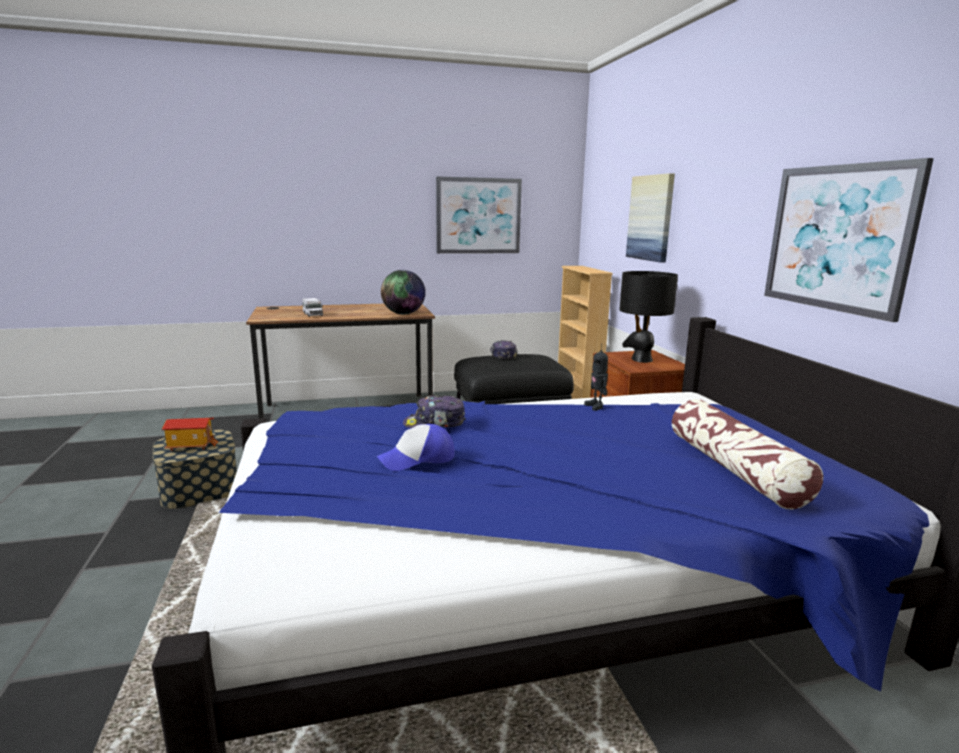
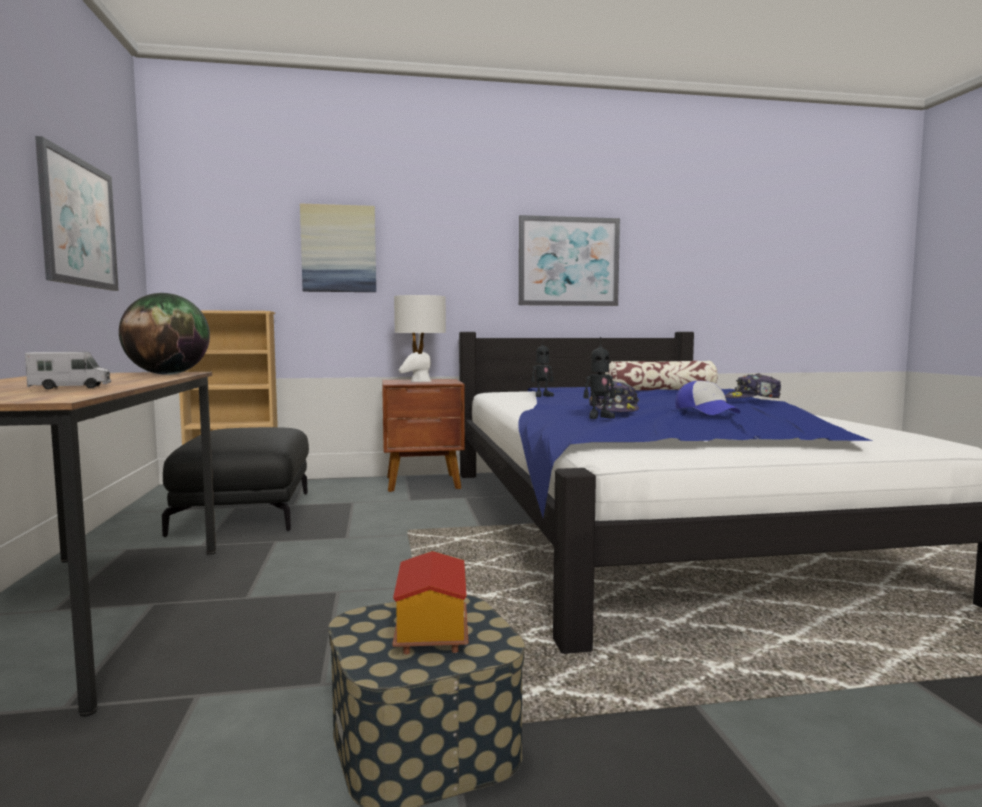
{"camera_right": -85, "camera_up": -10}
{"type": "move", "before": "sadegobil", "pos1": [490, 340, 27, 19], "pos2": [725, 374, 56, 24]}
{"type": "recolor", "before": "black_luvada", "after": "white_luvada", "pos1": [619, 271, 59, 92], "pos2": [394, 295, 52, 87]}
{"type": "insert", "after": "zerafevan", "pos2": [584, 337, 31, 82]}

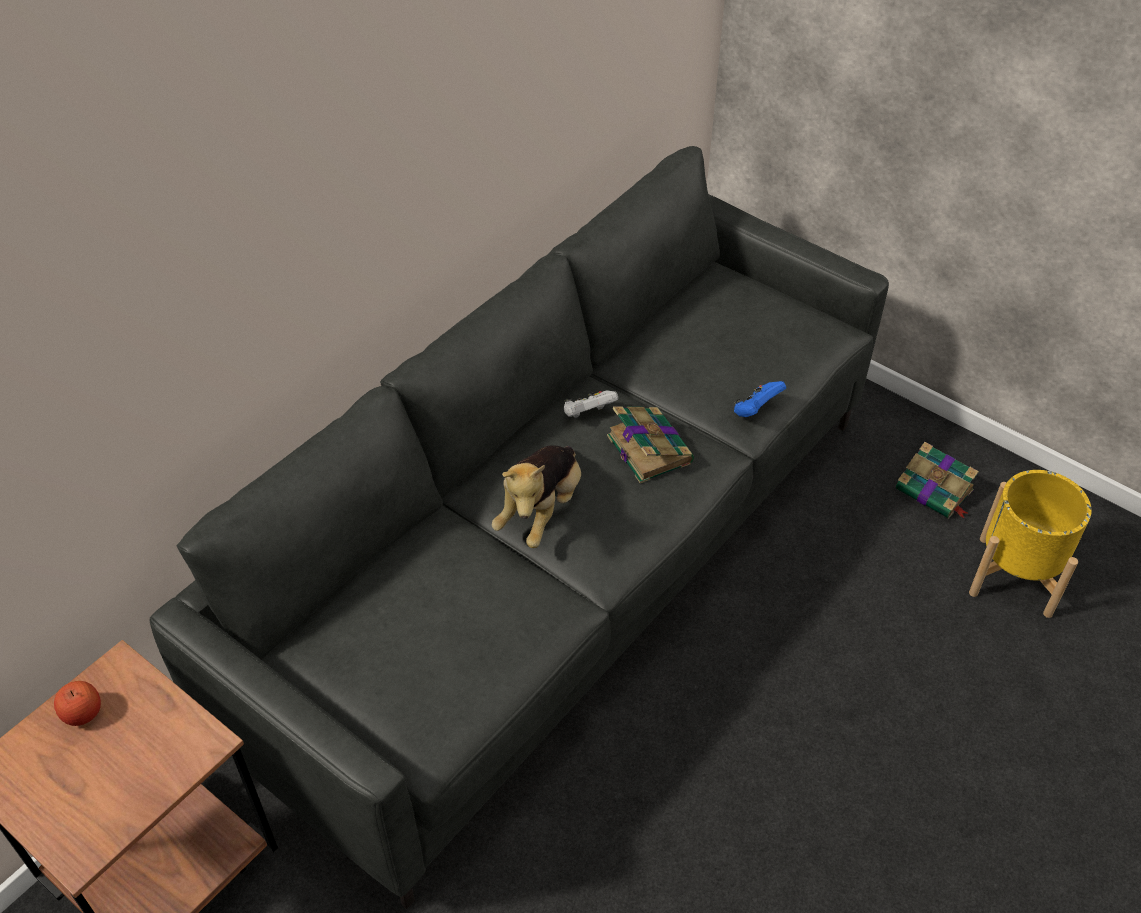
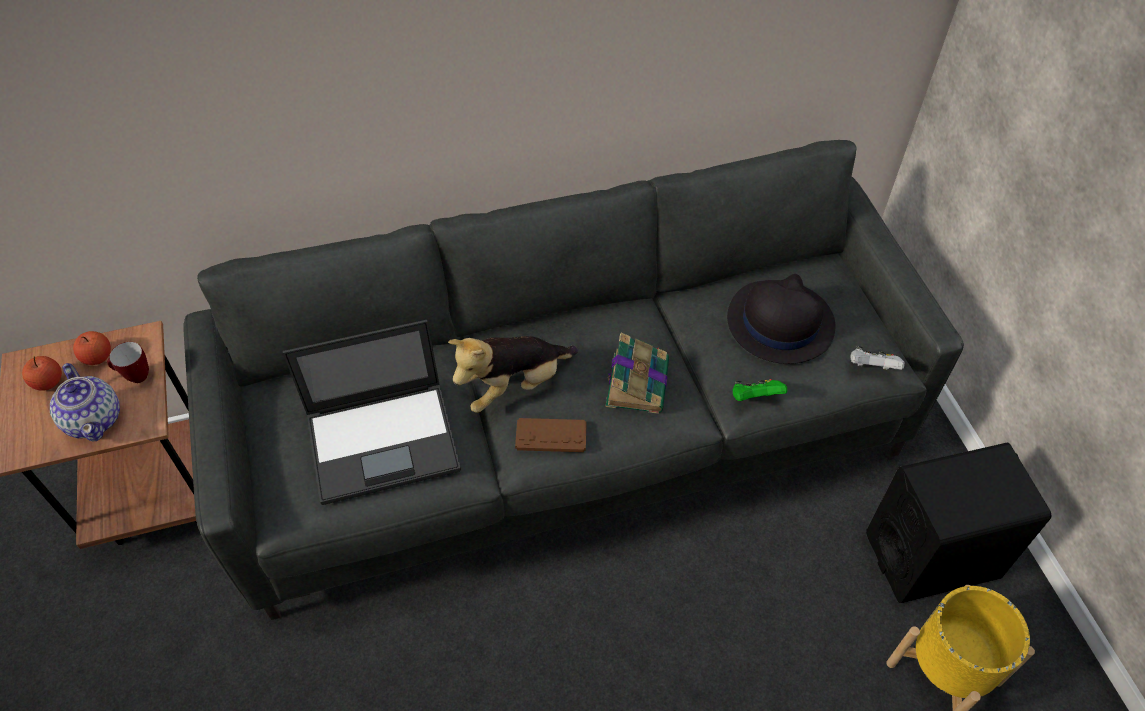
{"camera_right": 35, "camera_up": 5}
{"type": "move", "before": "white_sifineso", "pos1": [564, 390, 54, 28], "pos2": [850, 346, 55, 24]}
{"type": "recolor", "before": "blue_sifineso", "after": "green_sifineso", "pos1": [734, 381, 52, 36], "pos2": [732, 379, 55, 22]}
{"type": "replace", "before": "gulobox", "after": "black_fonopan", "pos1": [896, 442, 83, 76], "pos2": [866, 442, 185, 161]}
{"type": "insert", "after": "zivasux", "pos2": [22, 356, 40, 35]}
{"type": "insert", "after": "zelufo", "pos2": [50, 363, 70, 79]}
{"type": "insert", "after": "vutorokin", "pos2": [107, 342, 42, 41]}
{"type": "insert", "after": "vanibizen", "pos2": [283, 320, 178, 185]}
{"type": "insert", "after": "brown_sifineso", "pos2": [515, 418, 72, 34]}
{"type": "insert", "after": "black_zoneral", "pos2": [727, 274, 109, 90]}

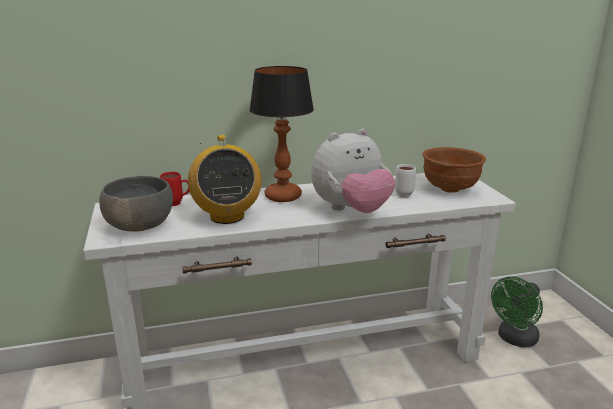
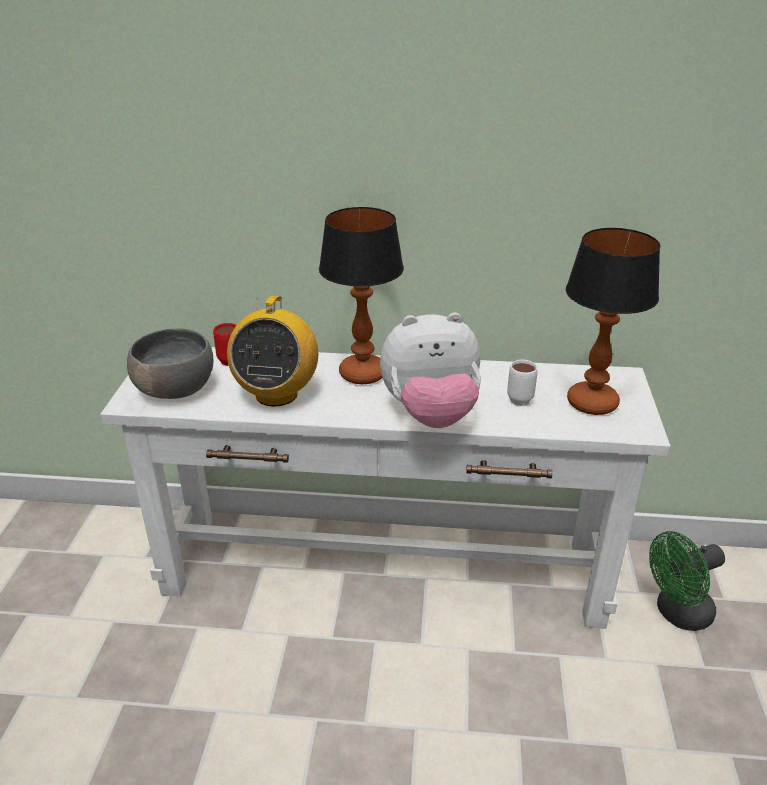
{"camera_right": 20, "camera_up": 10}
{"type": "replace", "before": "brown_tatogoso", "after": "luvada", "pos1": [423, 147, 63, 46], "pos2": [566, 228, 94, 187]}

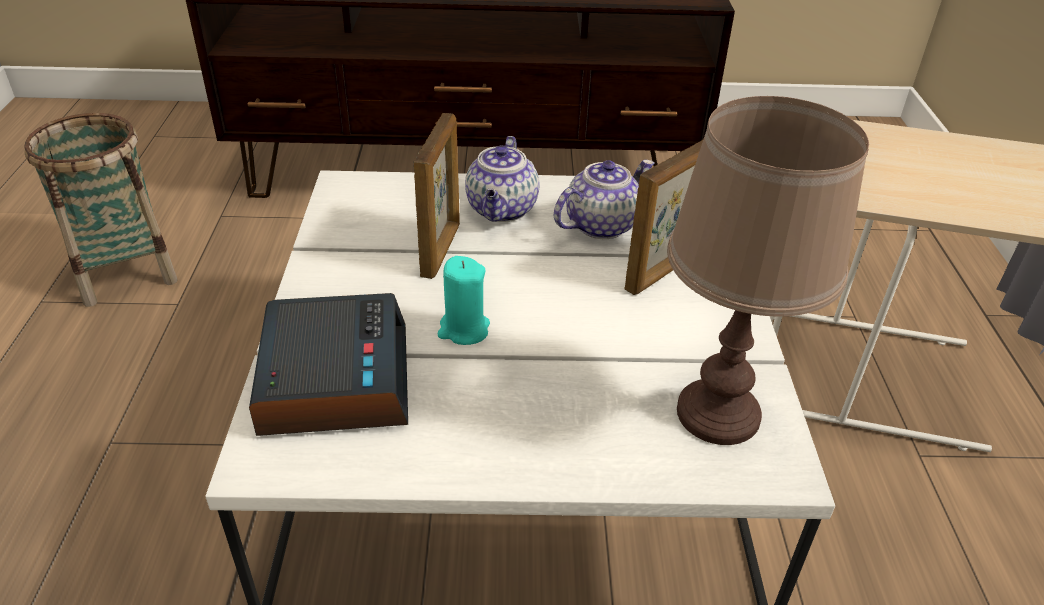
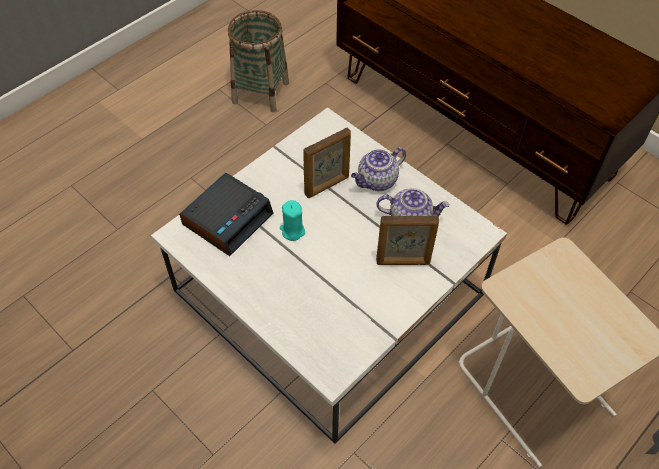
{"camera_right": 45, "camera_up": 15}
{"type": "delete", "before": "brown_luvada", "pos1": [667, 96, 202, 349]}

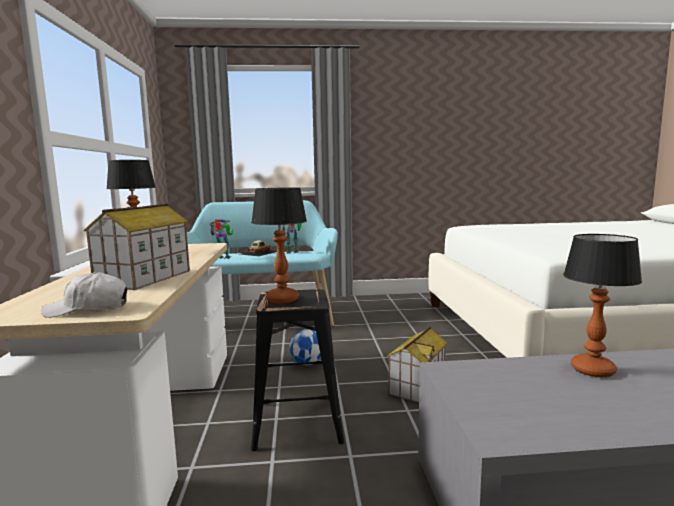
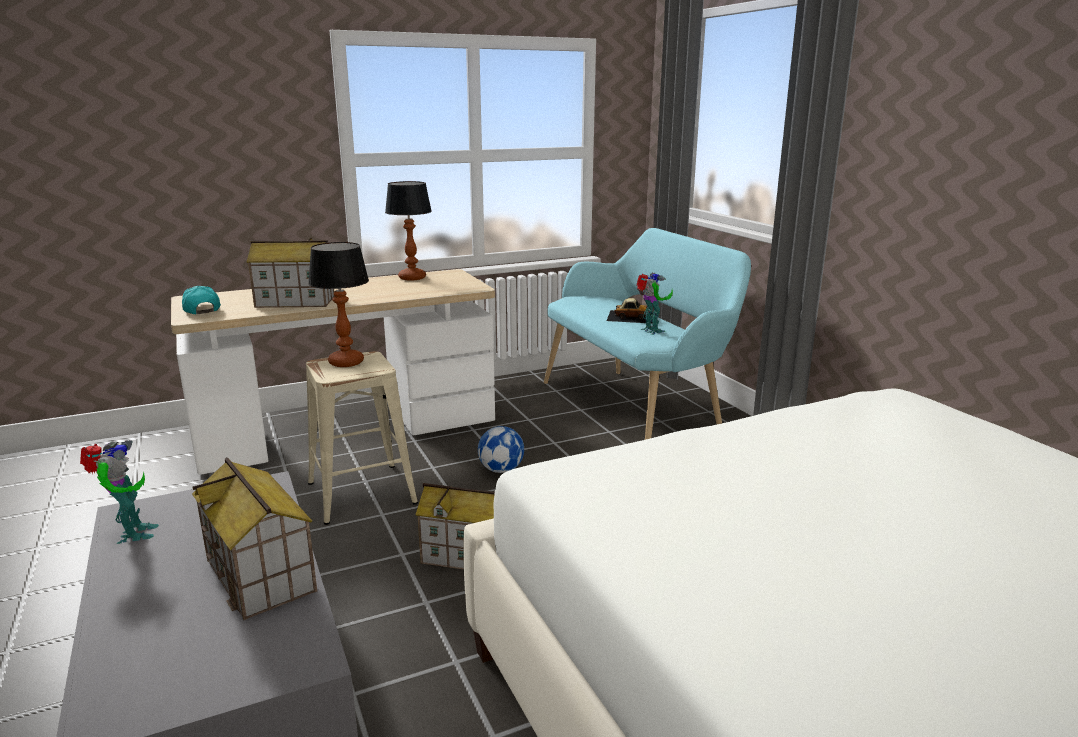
{"camera_right": 70, "camera_up": 10}
{"type": "recolor", "before": "white_sadegobil", "after": "turquoise_sadegobil", "pos1": [41, 271, 86, 47], "pos2": [182, 286, 39, 28]}
{"type": "move", "before": "zerafevan", "pos1": [209, 219, 24, 40], "pos2": [80, 440, 79, 104]}
{"type": "recolor", "before": "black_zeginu", "after": "beige_zeginu", "pos1": [251, 289, 93, 162], "pos2": [306, 351, 112, 174]}
{"type": "replace", "before": "luvada", "after": "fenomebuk", "pos1": [563, 234, 79, 143], "pos2": [192, 458, 125, 162]}

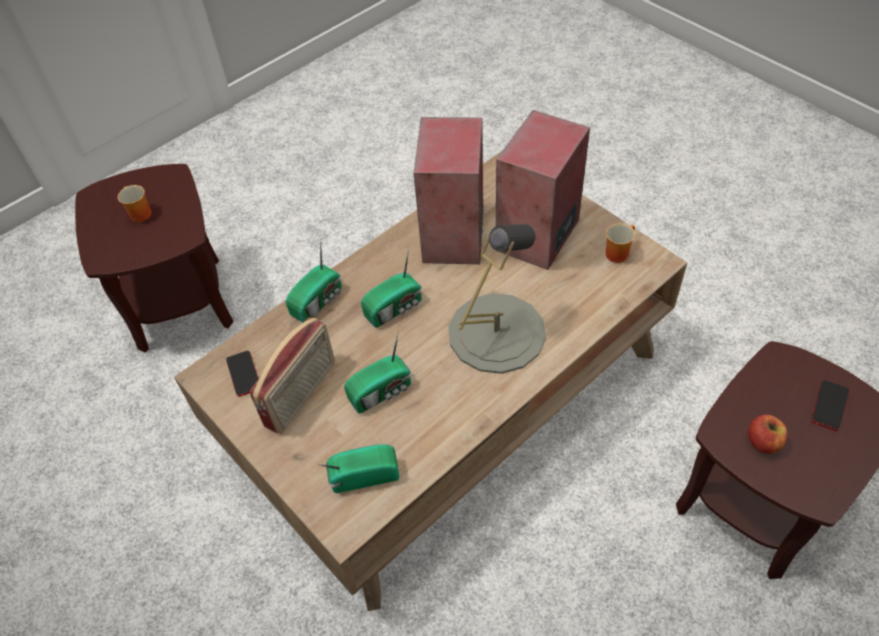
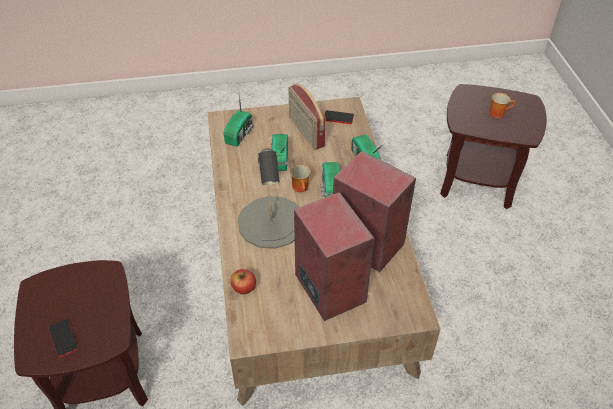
{"camera_right": 120, "camera_up": -5}
{"type": "move", "before": "vutorokin", "pos1": [606, 223, 29, 40], "pos2": [290, 165, 21, 27]}
{"type": "move", "before": "zivasux", "pos1": [748, 415, 40, 39], "pos2": [230, 269, 26, 25]}

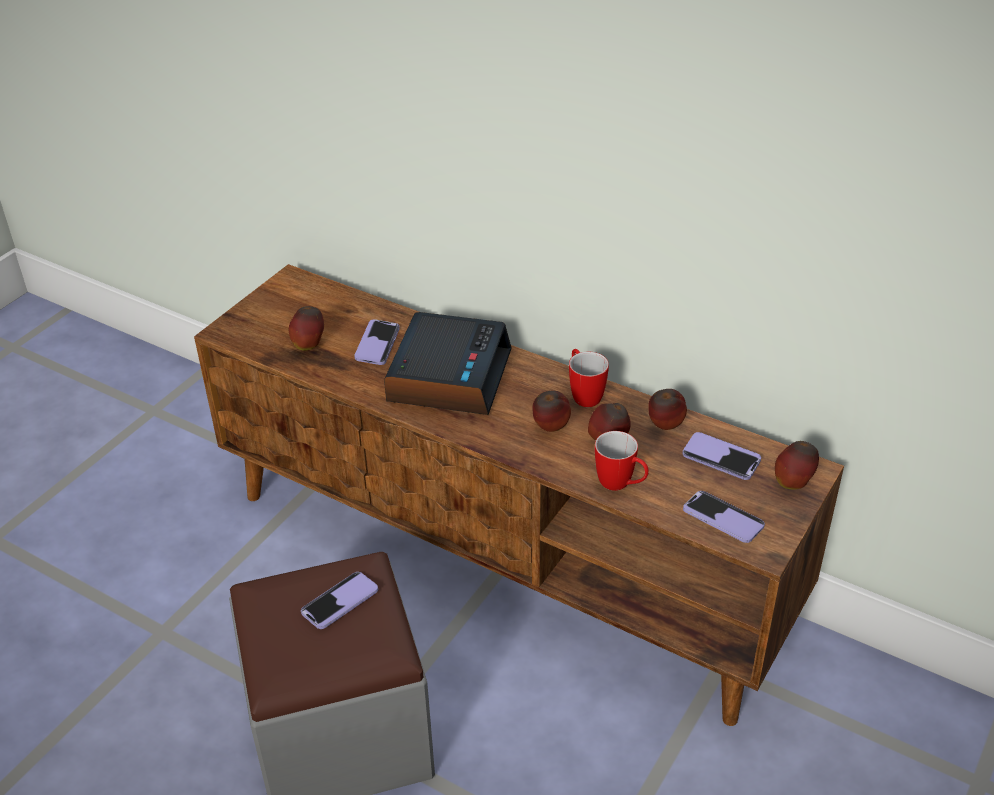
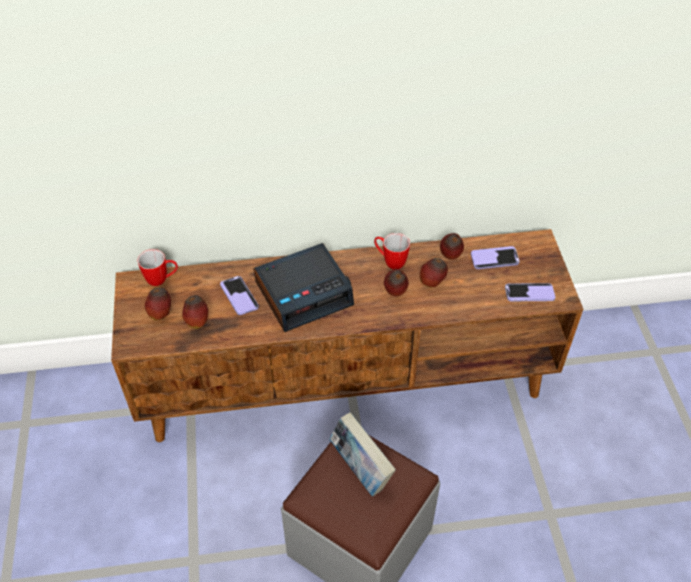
{"camera_right": -40, "camera_up": 10}
{"type": "replace", "before": "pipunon", "after": "gulobox", "pos1": [301, 572, 77, 57], "pos2": [329, 412, 67, 84]}
{"type": "rotate", "before": "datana", "pos1": [384, 312, 128, 103], "pos2": [254, 243, 100, 89], "turn": 90}
{"type": "move", "before": "vutorokin", "pos1": [595, 431, 54, 60], "pos2": [137, 249, 41, 37]}
{"type": "move", "before": "zivasux", "pos1": [775, 441, 44, 49], "pos2": [145, 288, 26, 32]}

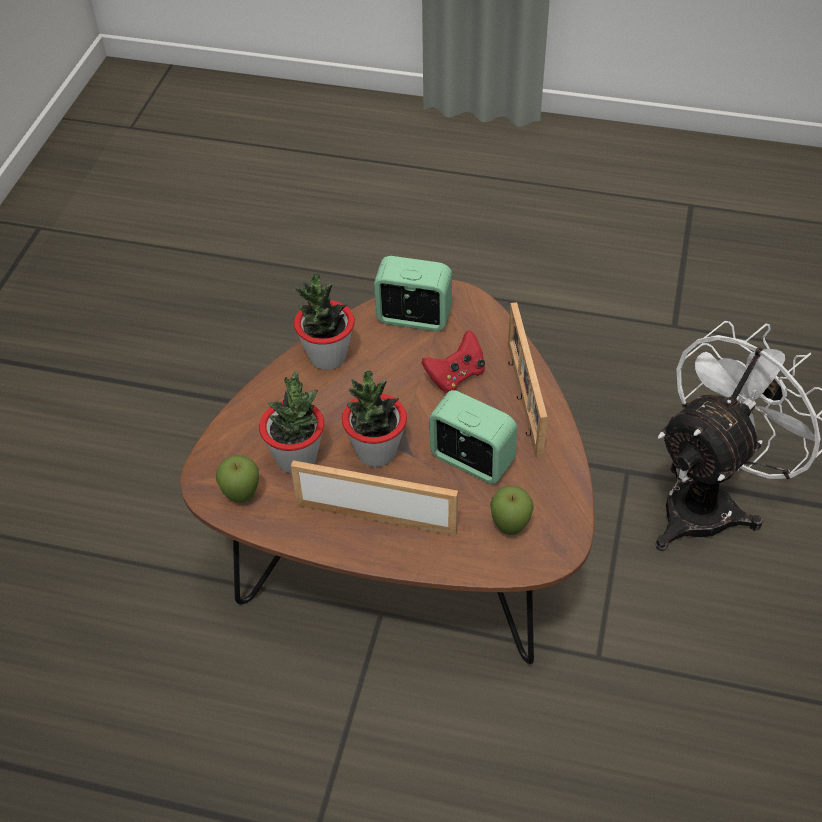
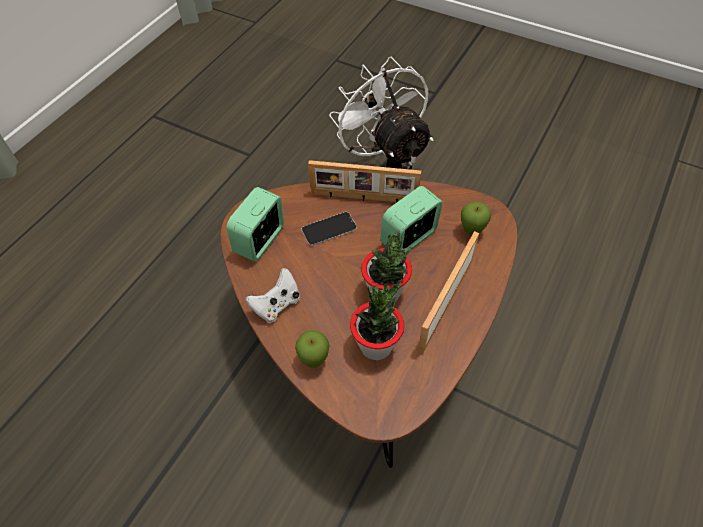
{"camera_right": -75, "camera_up": 5}
{"type": "move", "before": "zivasux", "pos1": [216, 455, 43, 48], "pos2": [295, 330, 35, 38]}
{"type": "replace", "before": "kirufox", "after": "white_sifineso", "pos1": [294, 274, 61, 96], "pos2": [246, 268, 54, 55]}
{"type": "replace", "before": "red_sifineso", "after": "pipunon", "pos1": [422, 331, 63, 62], "pos2": [301, 212, 56, 34]}

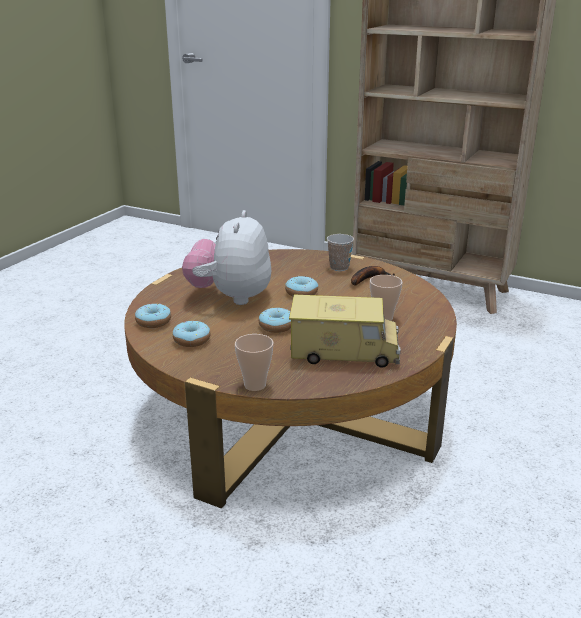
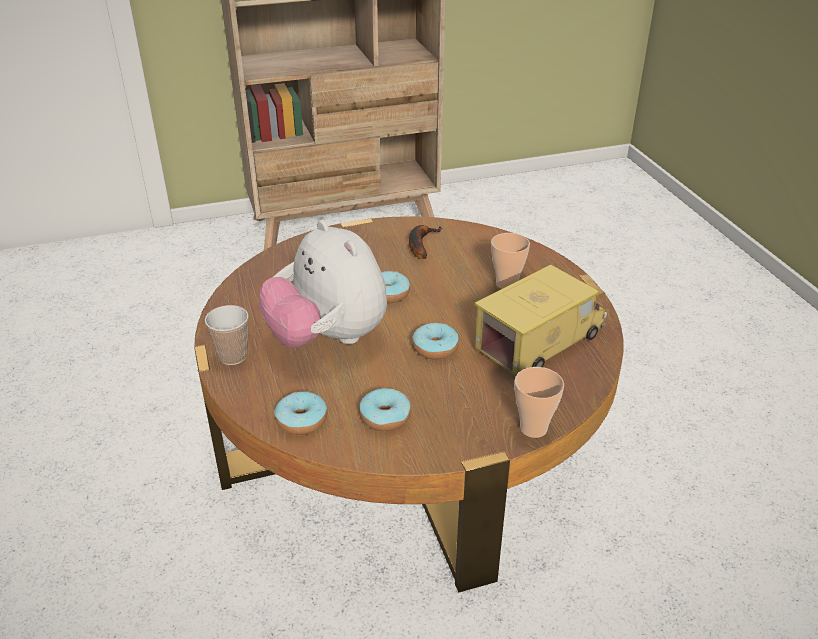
{"camera_right": -45, "camera_up": 10}
{"type": "move", "before": "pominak", "pos1": [327, 234, 27, 37], "pos2": [205, 305, 44, 60]}

